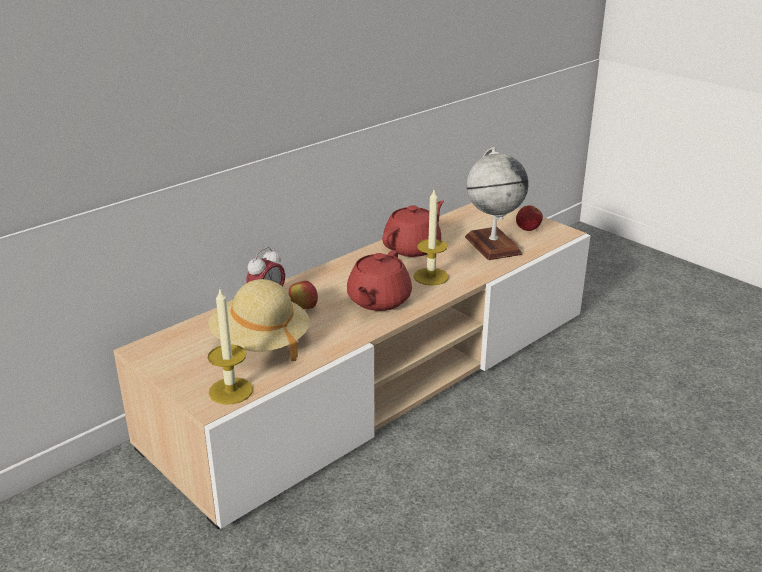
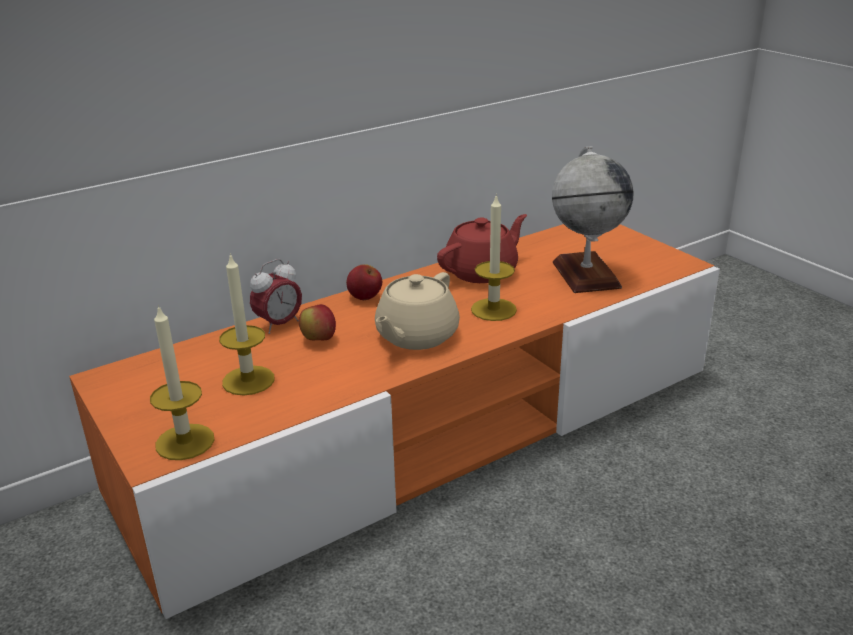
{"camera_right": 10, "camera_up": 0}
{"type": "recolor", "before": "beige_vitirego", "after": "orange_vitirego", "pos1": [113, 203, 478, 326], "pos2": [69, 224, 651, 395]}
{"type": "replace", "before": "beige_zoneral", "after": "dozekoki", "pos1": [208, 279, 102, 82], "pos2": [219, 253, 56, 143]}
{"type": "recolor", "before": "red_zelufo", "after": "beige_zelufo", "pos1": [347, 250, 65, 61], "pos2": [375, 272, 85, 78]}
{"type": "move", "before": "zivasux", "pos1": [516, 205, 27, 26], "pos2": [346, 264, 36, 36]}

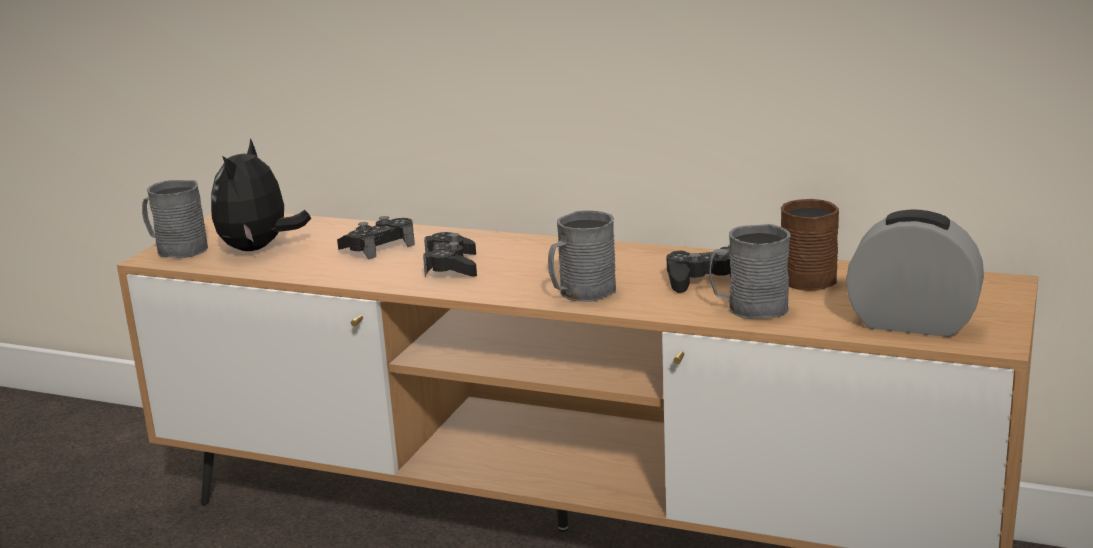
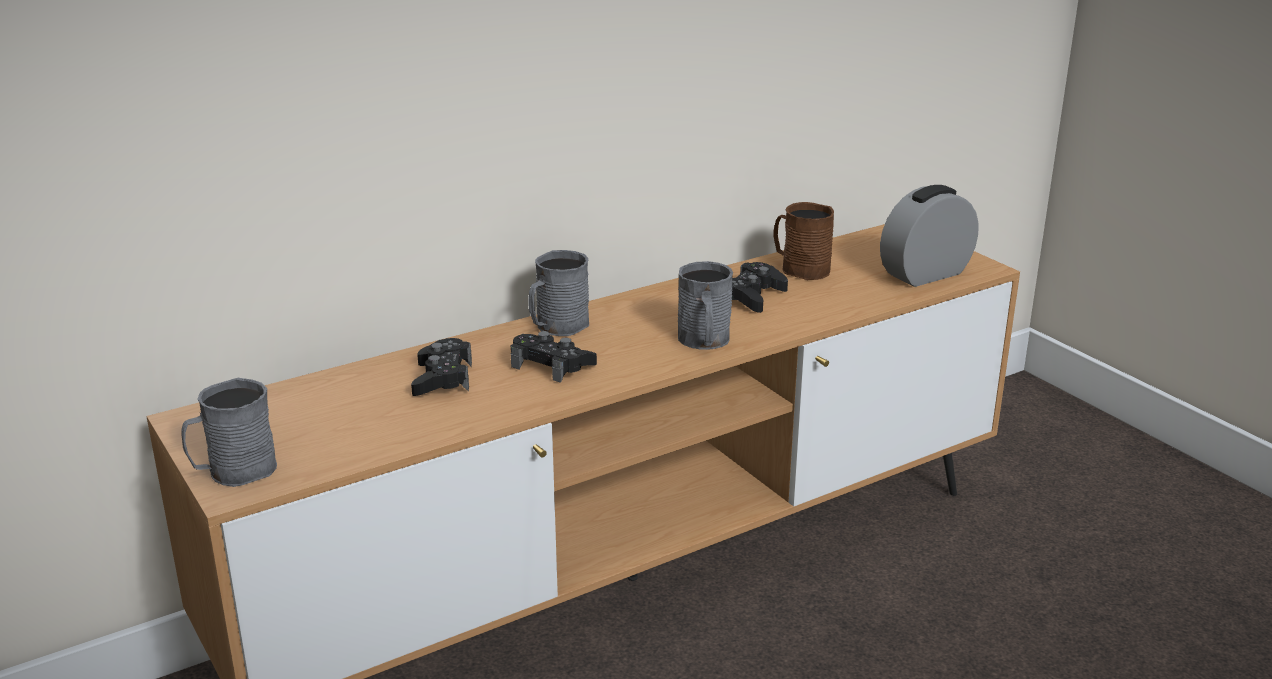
{"camera_right": -55, "camera_up": 5}
{"type": "delete", "before": "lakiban", "pos1": [211, 138, 100, 113]}
{"type": "move", "before": "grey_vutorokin", "pos1": [709, 224, 82, 95], "pos2": [528, 250, 61, 86]}

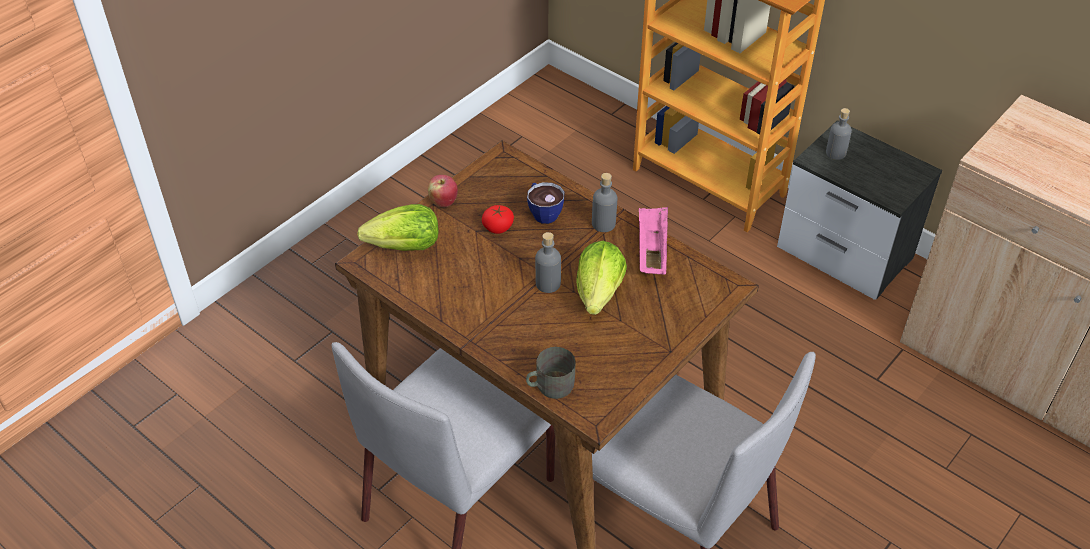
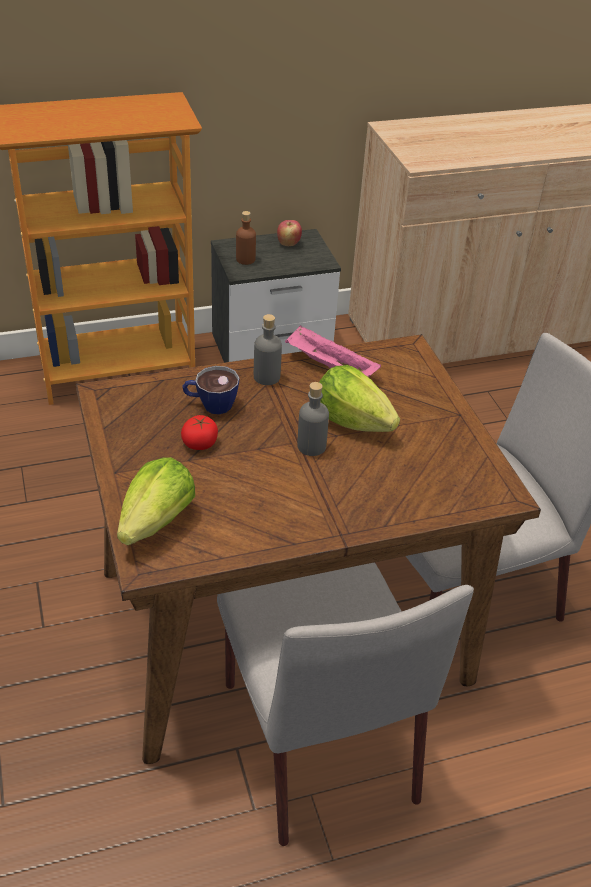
{"camera_right": -60, "camera_up": -5}
{"type": "move", "before": "zivasux", "pos1": [428, 175, 30, 32], "pos2": [277, 220, 25, 26]}
{"type": "delete", "before": "grey_vutorokin", "pos1": [526, 347, 49, 52]}
{"type": "recolor", "before": "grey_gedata", "after": "brown_gedata", "pos1": [826, 108, 26, 52], "pos2": [236, 211, 20, 54]}

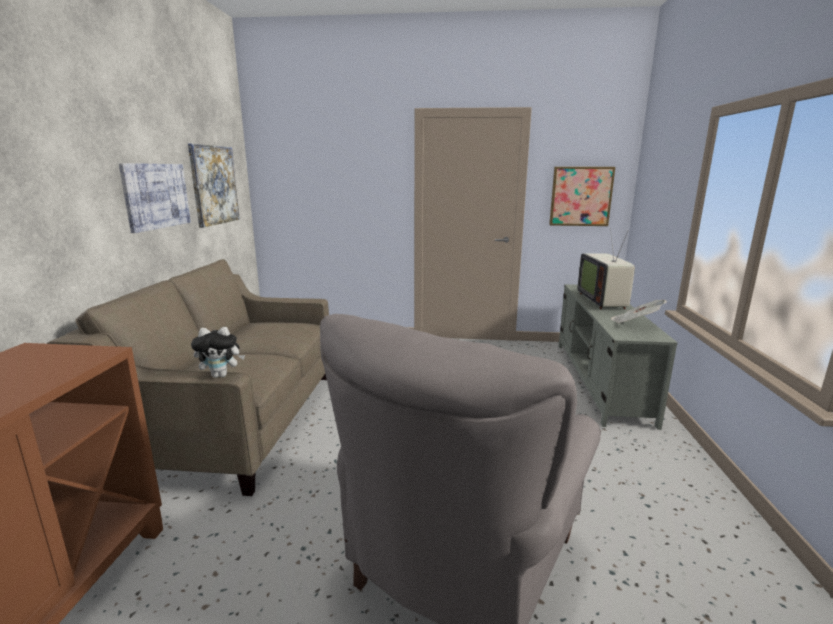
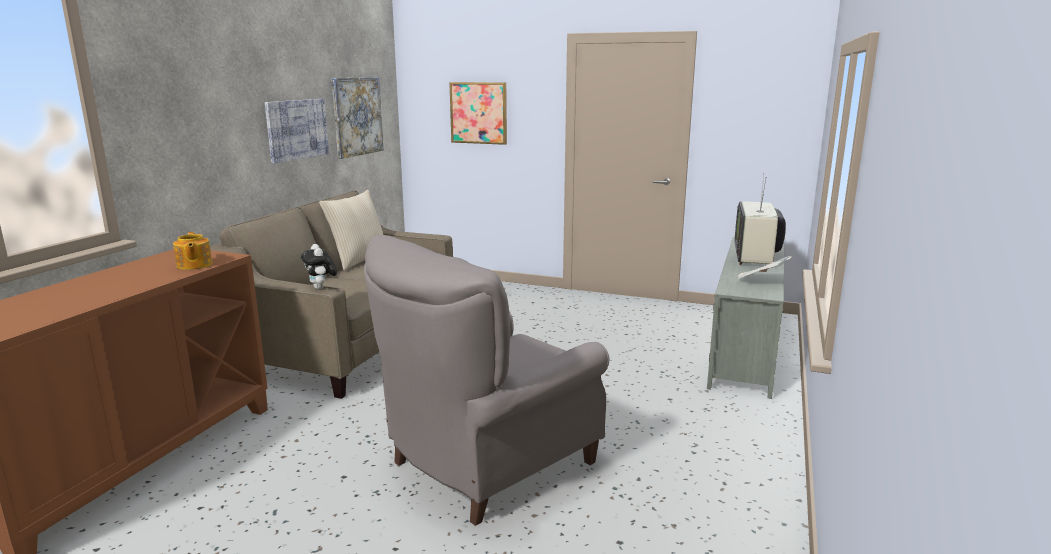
{"camera_right": 15, "camera_up": 0}
{"type": "rotate", "before": "lakiban", "pos1": [191, 327, 54, 51], "pos2": [301, 244, 36, 46], "turn": 60}
{"type": "move", "before": "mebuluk", "pos1": [549, 167, 66, 59], "pos2": [449, 82, 58, 63]}
{"type": "insert", "after": "zelufo", "pos2": [173, 232, 40, 38]}
{"type": "insert", "after": "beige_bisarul", "pos2": [319, 190, 64, 80]}

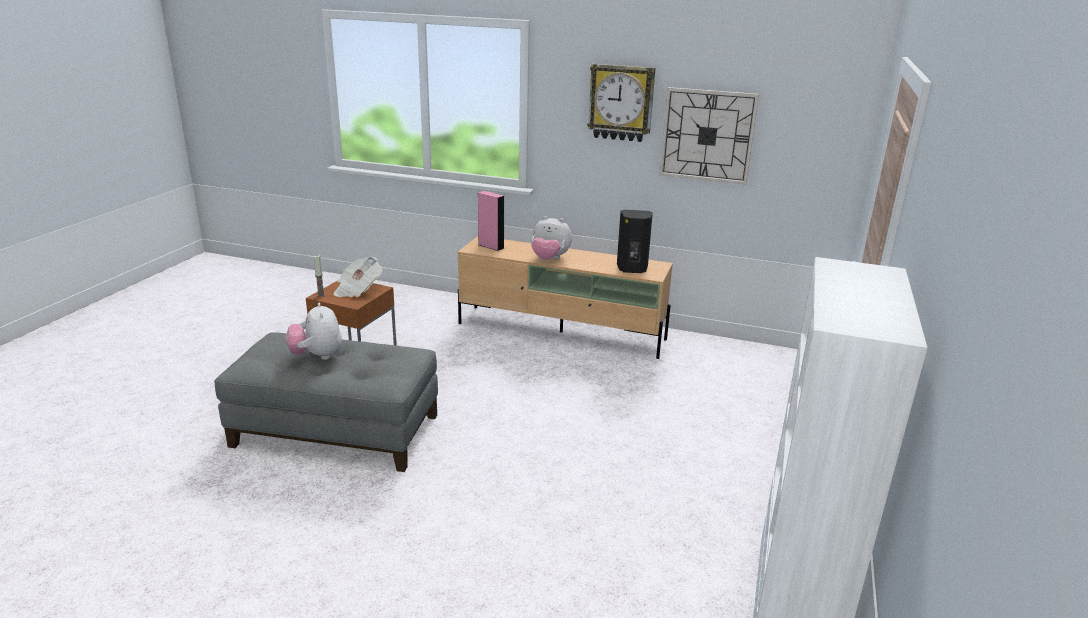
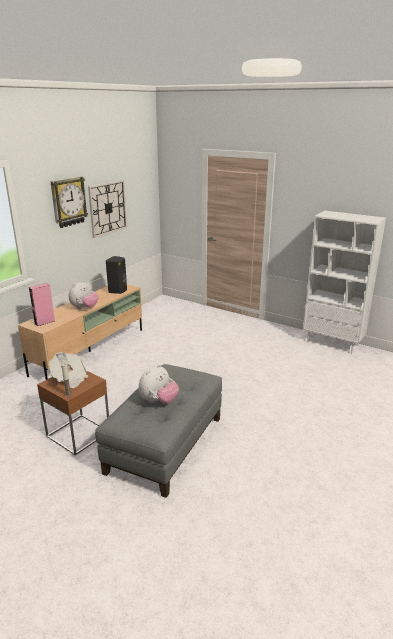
{"camera_right": -75, "camera_up": 0}
{"type": "rotate", "before": "lakiban", "pos1": [286, 302, 56, 58], "pos2": [139, 364, 40, 40], "turn": -45}

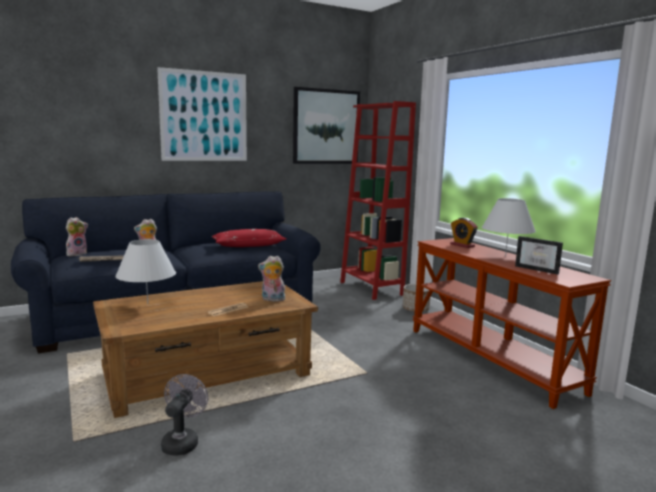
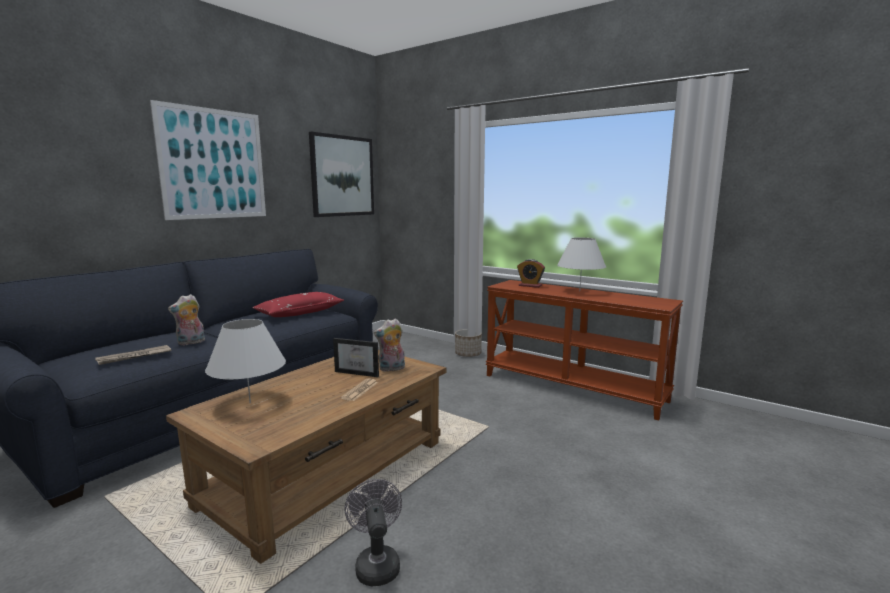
{"camera_right": -25, "camera_up": 0}
{"type": "delete", "before": "lakiban", "pos1": [66, 217, 22, 39]}
{"type": "delete", "before": "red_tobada", "pos1": [340, 101, 76, 199]}
{"type": "move", "before": "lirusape", "pos1": [515, 236, 48, 39], "pos2": [333, 338, 46, 39]}

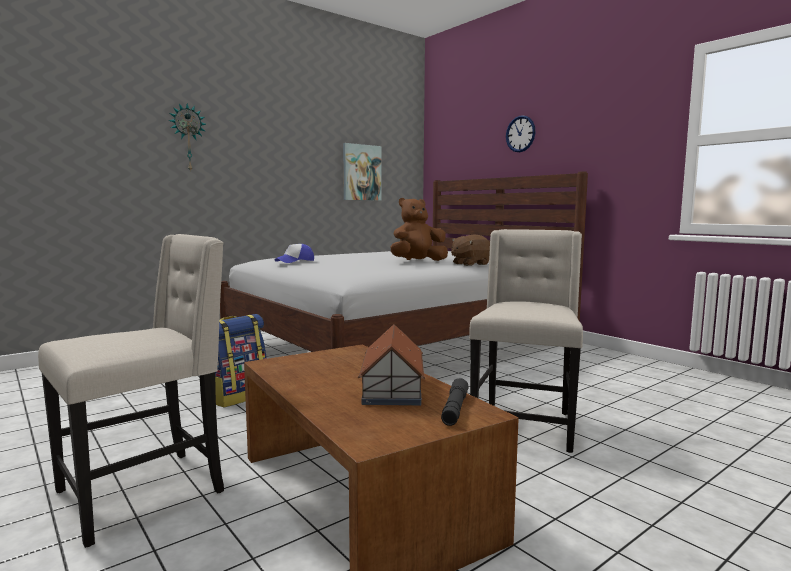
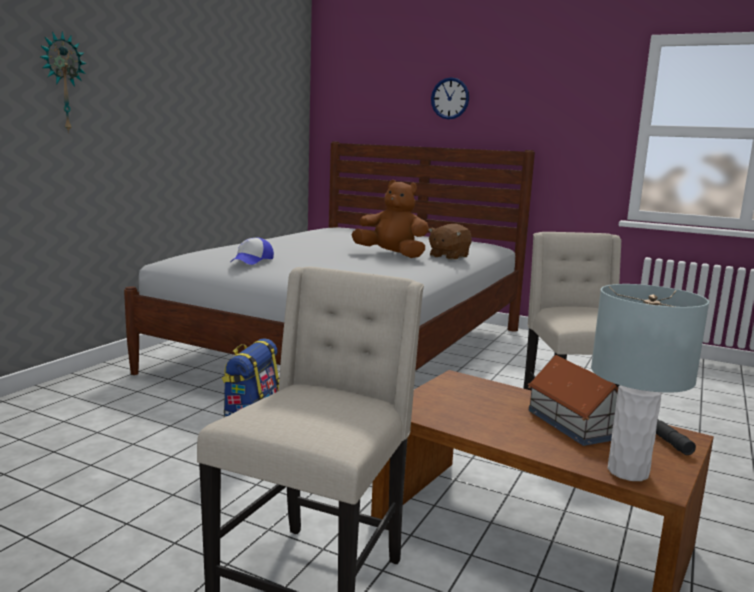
{"camera_right": -25, "camera_up": 5}
{"type": "delete", "before": "mebuluk", "pos1": [343, 143, 38, 58]}
{"type": "rotate", "before": "brown_lakiban", "pos1": [391, 198, 57, 63], "pos2": [351, 180, 78, 78], "turn": 75}
{"type": "insert", "after": "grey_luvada", "pos2": [591, 284, 118, 197]}

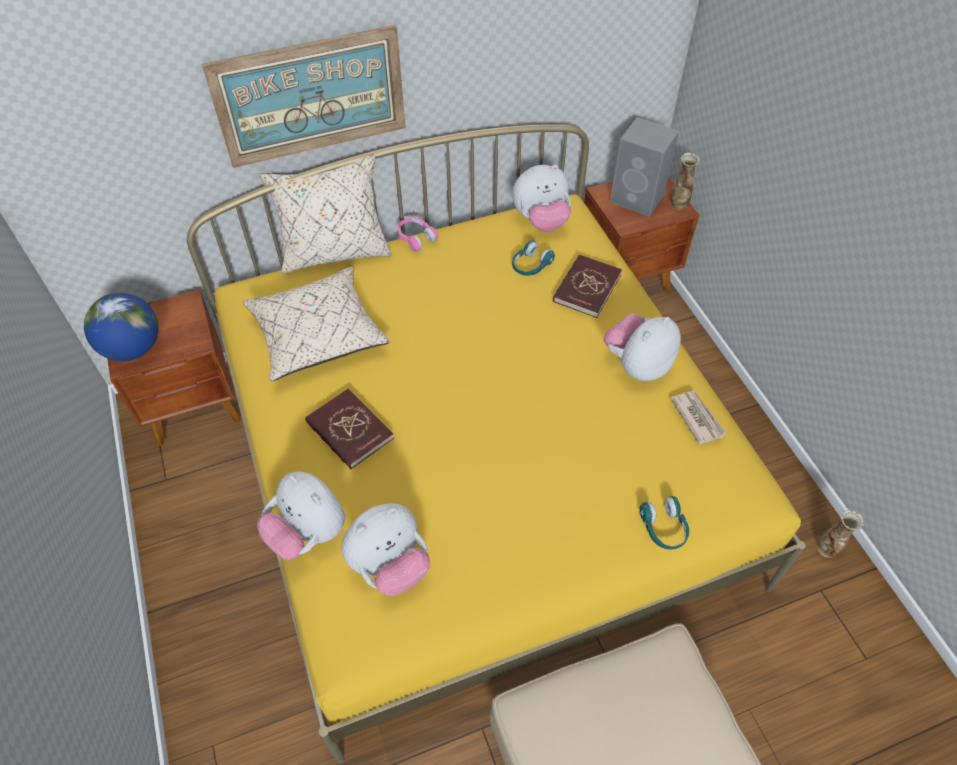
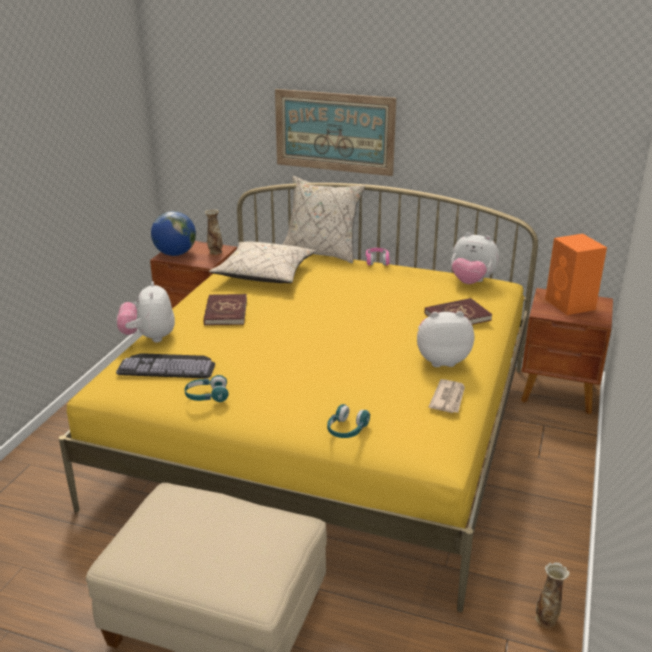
{"camera_right": 40, "camera_up": -25}
{"type": "replace", "before": "lakiban", "after": "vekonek", "pos1": [341, 503, 89, 93], "pos2": [116, 353, 99, 25]}
{"type": "move", "before": "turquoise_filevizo", "pos1": [512, 240, 43, 36], "pos2": [185, 375, 44, 27]}
{"type": "recolor", "before": "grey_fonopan", "after": "orange_fonopan", "pos1": [610, 117, 69, 100], "pos2": [545, 234, 62, 81]}
{"type": "move", "before": "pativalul", "pos1": [670, 153, 30, 57], "pos2": [205, 209, 18, 46]}

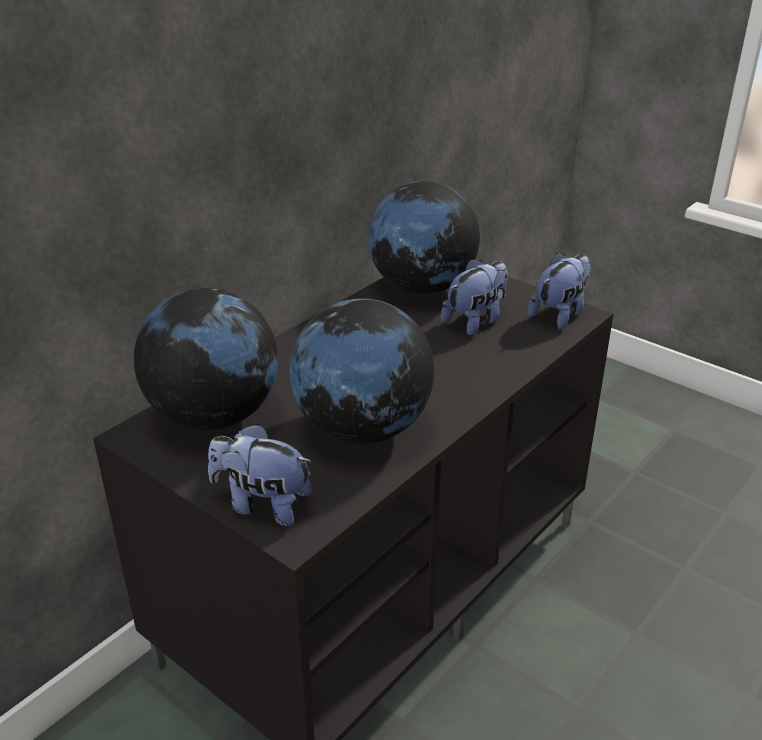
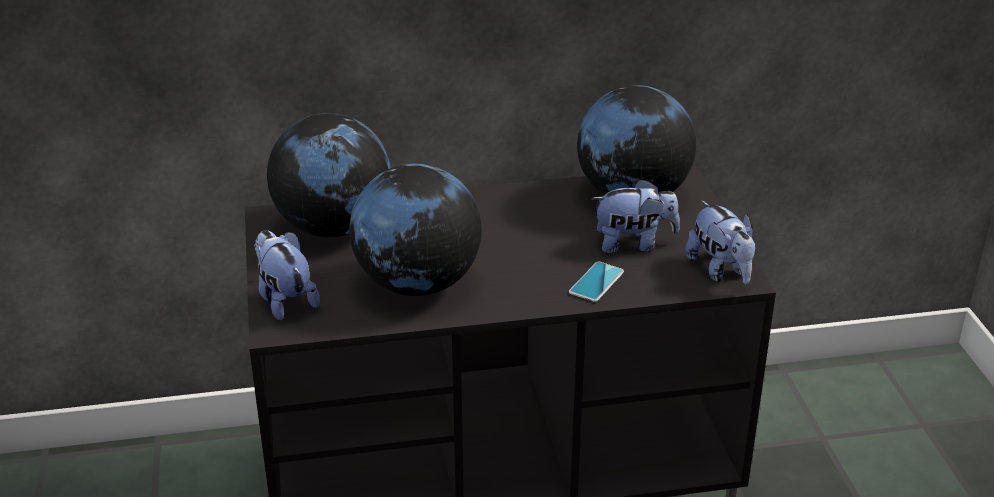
{"camera_right": 40, "camera_up": 0}
{"type": "rotate", "before": "lakiban", "pos1": [528, 253, 63, 76], "pos2": [685, 200, 71, 84], "turn": 75}
{"type": "insert", "after": "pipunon", "pos2": [569, 261, 55, 41]}

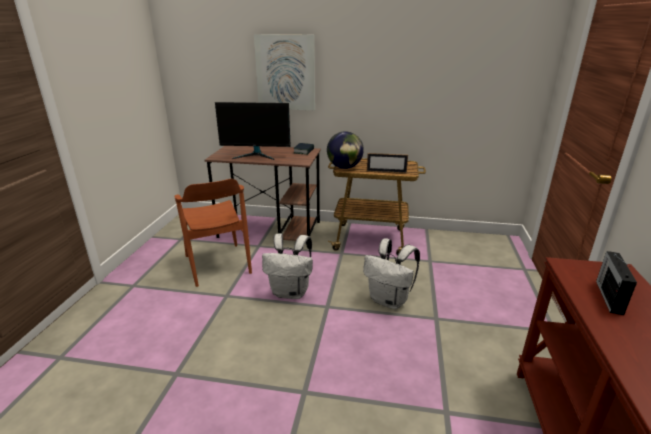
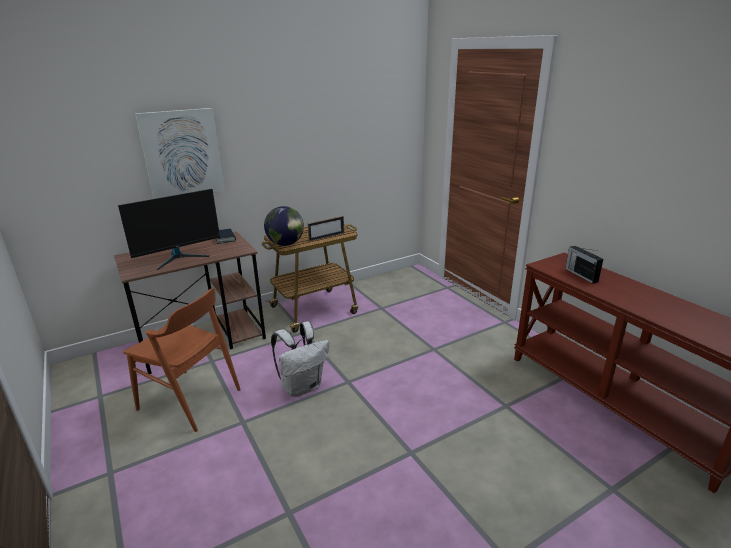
{"camera_right": -40, "camera_up": 0}
{"type": "delete", "before": "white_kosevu", "pos1": [363, 238, 57, 71]}

